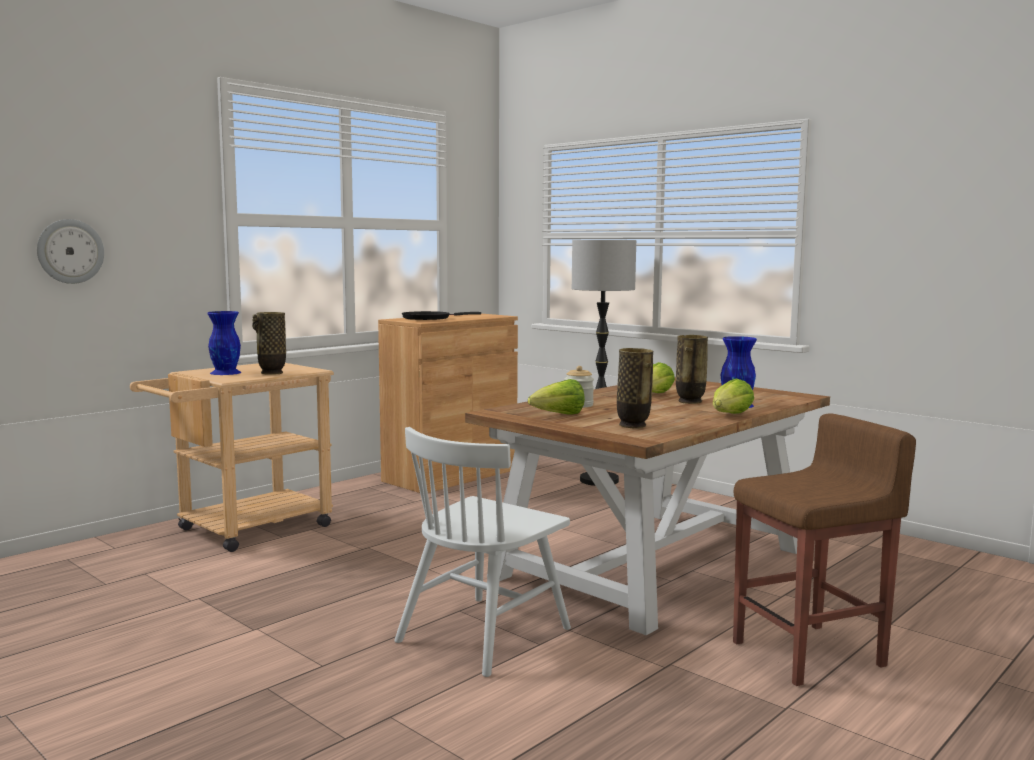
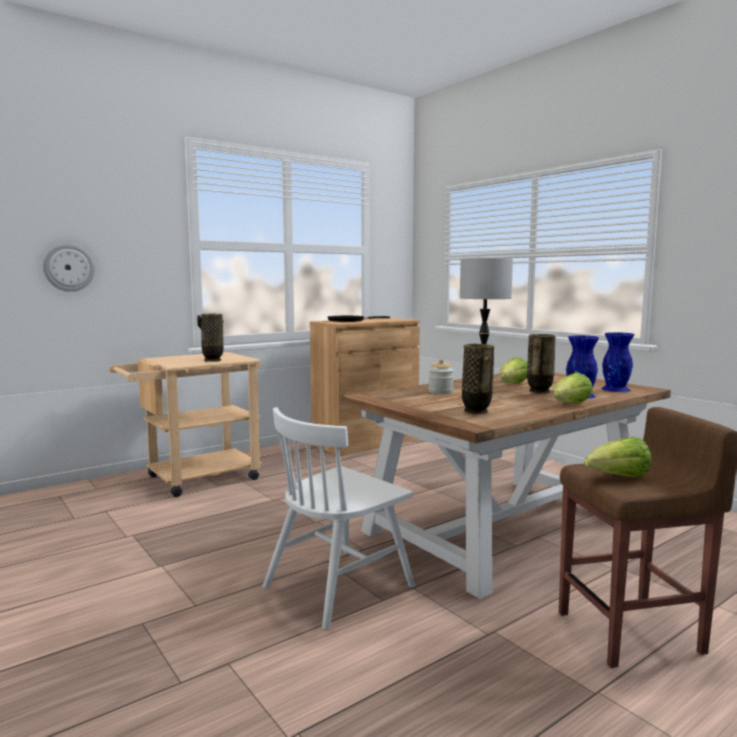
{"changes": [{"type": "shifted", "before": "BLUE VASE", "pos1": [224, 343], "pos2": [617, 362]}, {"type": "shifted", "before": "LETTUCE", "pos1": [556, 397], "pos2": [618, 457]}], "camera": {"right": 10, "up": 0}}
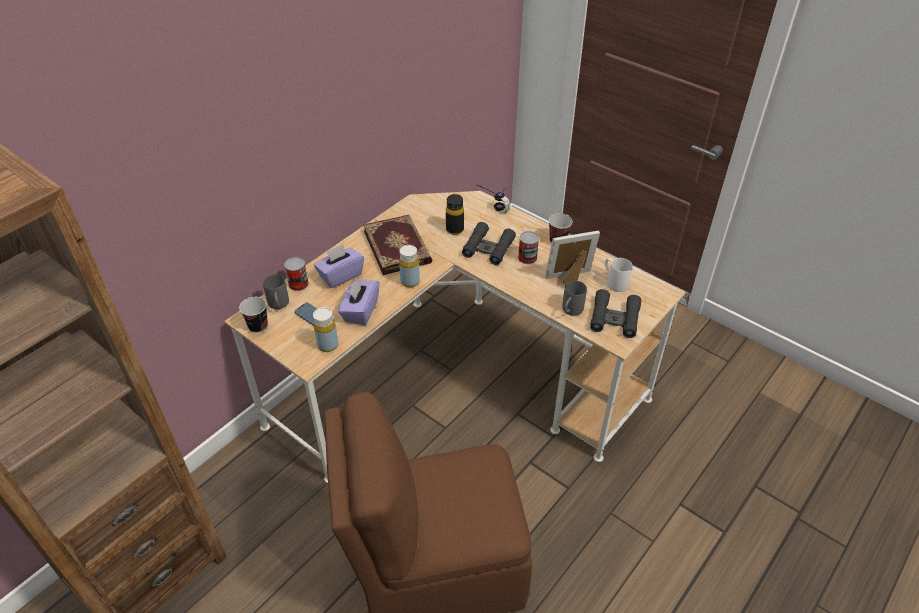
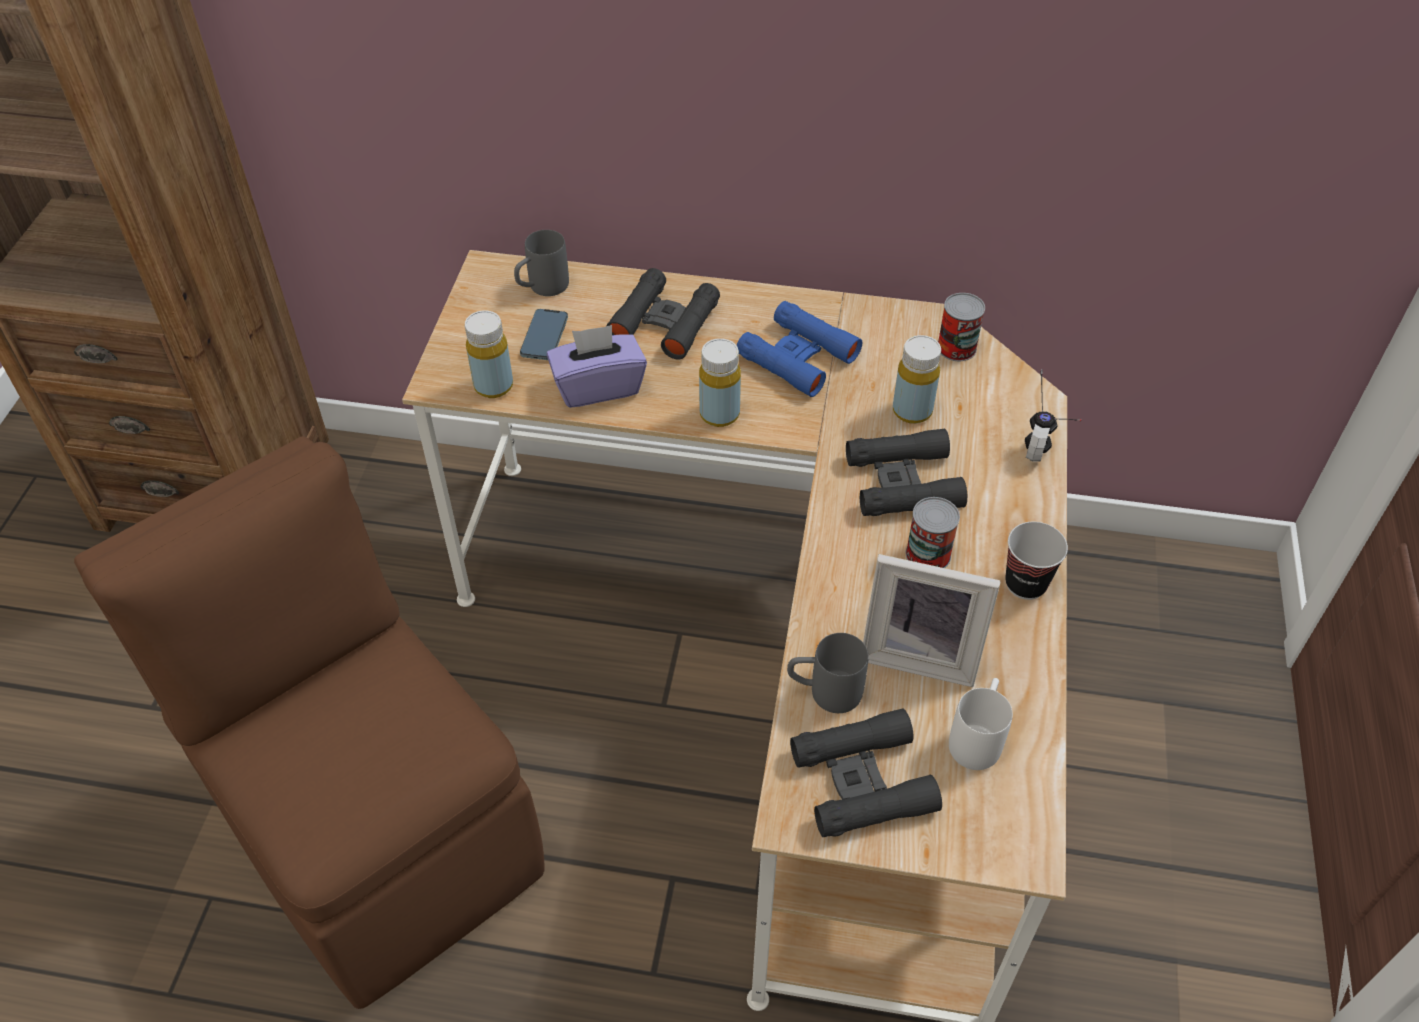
{"changes": [{"type": "gone", "before": "CUP", "pos1": [253, 315]}, {"type": "shifted", "before": "CAN", "pos1": [296, 274], "pos2": [961, 327]}, {"type": "swapped", "before": "PURPLE TISSUE BOX", "after": "BLACK BINOCULARS", "pos1": [339, 266], "pos2": [663, 314]}, {"type": "swapped", "before": "BOOK", "after": "BLUE BINOCULARS", "pos1": [397, 245], "pos2": [800, 349]}, {"type": "repainted", "before": "BLACK BOTTLE", "after": "YELLOW BOTTLE", "pos1": [455, 214], "pos2": [917, 379]}, {"type": "rotated", "before": "PICTURE FRAME", "pos1": [572, 258], "pos2": [932, 620], "turn": 150}], "camera": {"right": 60, "up": 5}}
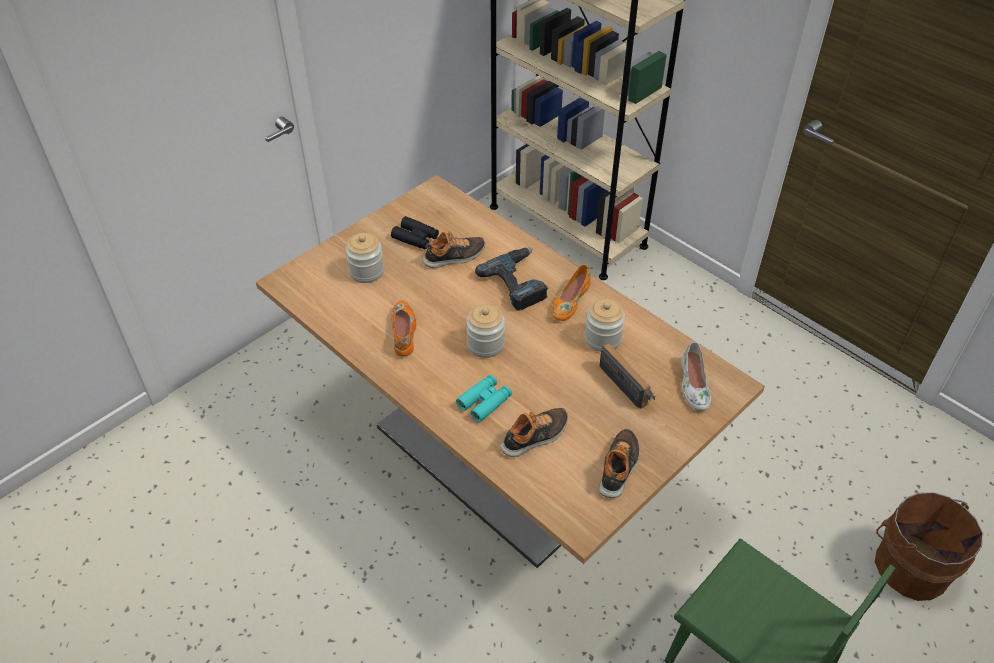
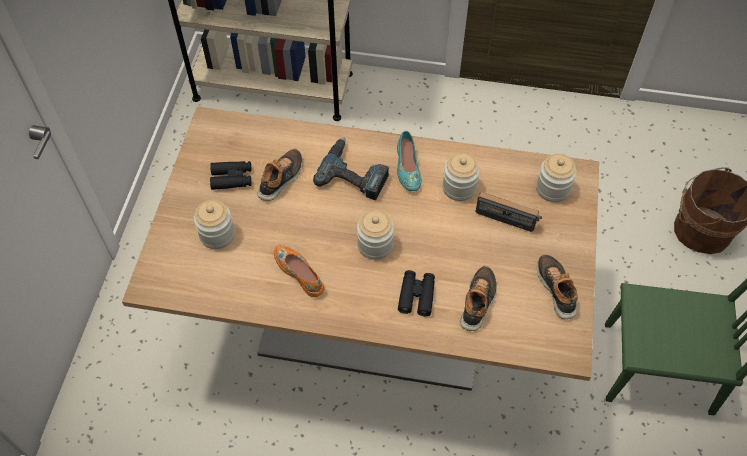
{"changes": [{"type": "repainted", "before": "TURQUOISE BINOCULARS", "after": "BLACK BINOCULARS", "pos1": [484, 398], "pos2": [416, 293]}, {"type": "repainted", "before": "ORANGE SHOE", "after": "TURQUOISE SHOE", "pos1": [571, 292], "pos2": [409, 161]}, {"type": "swapped", "before": "WHITE SHOE", "after": "JAR", "pos1": [696, 376], "pos2": [556, 178]}], "camera": {"right": -35, "up": 10}}
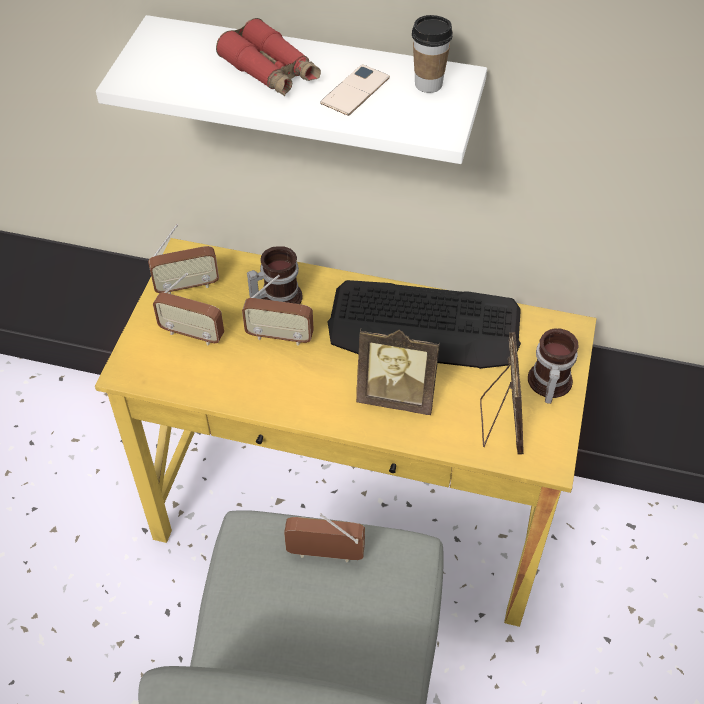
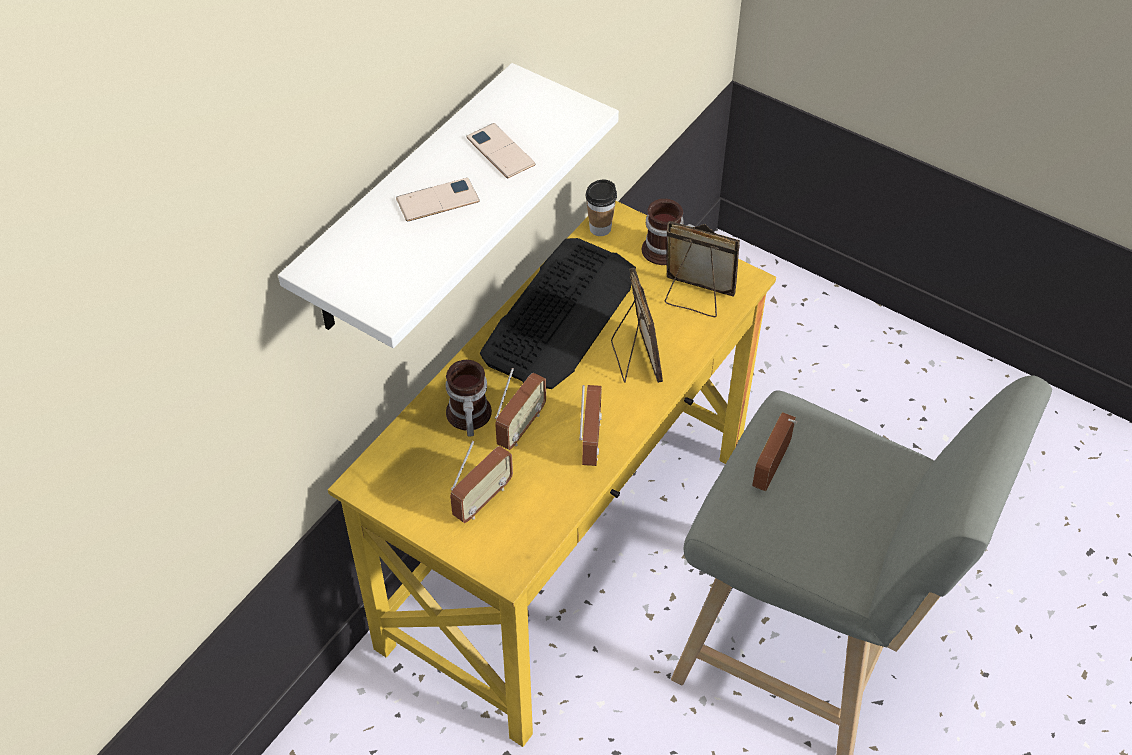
{"changes": [{"type": "shifted", "before": "RADIO", "pos1": [183, 259], "pos2": [590, 425]}, {"type": "swapped", "before": "RED BINOCULARS", "after": "PHONE", "pos1": [268, 57], "pos2": [438, 199]}, {"type": "rotated", "before": "PICTURE FRAME", "pos1": [398, 372], "pos2": [637, 325], "turn": -45}, {"type": "shifted", "before": "CUP", "pos1": [432, 54], "pos2": [601, 208]}], "camera": {"right": -70, "up": 0}}
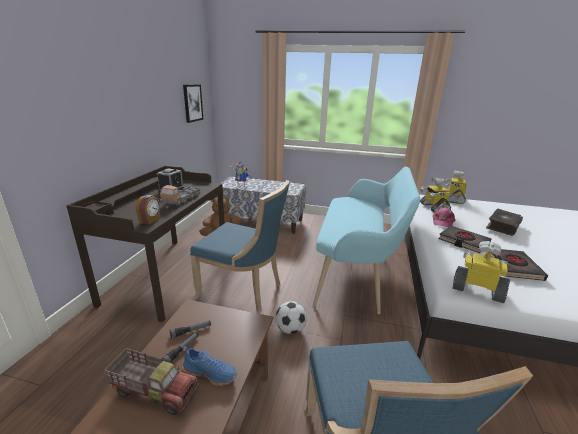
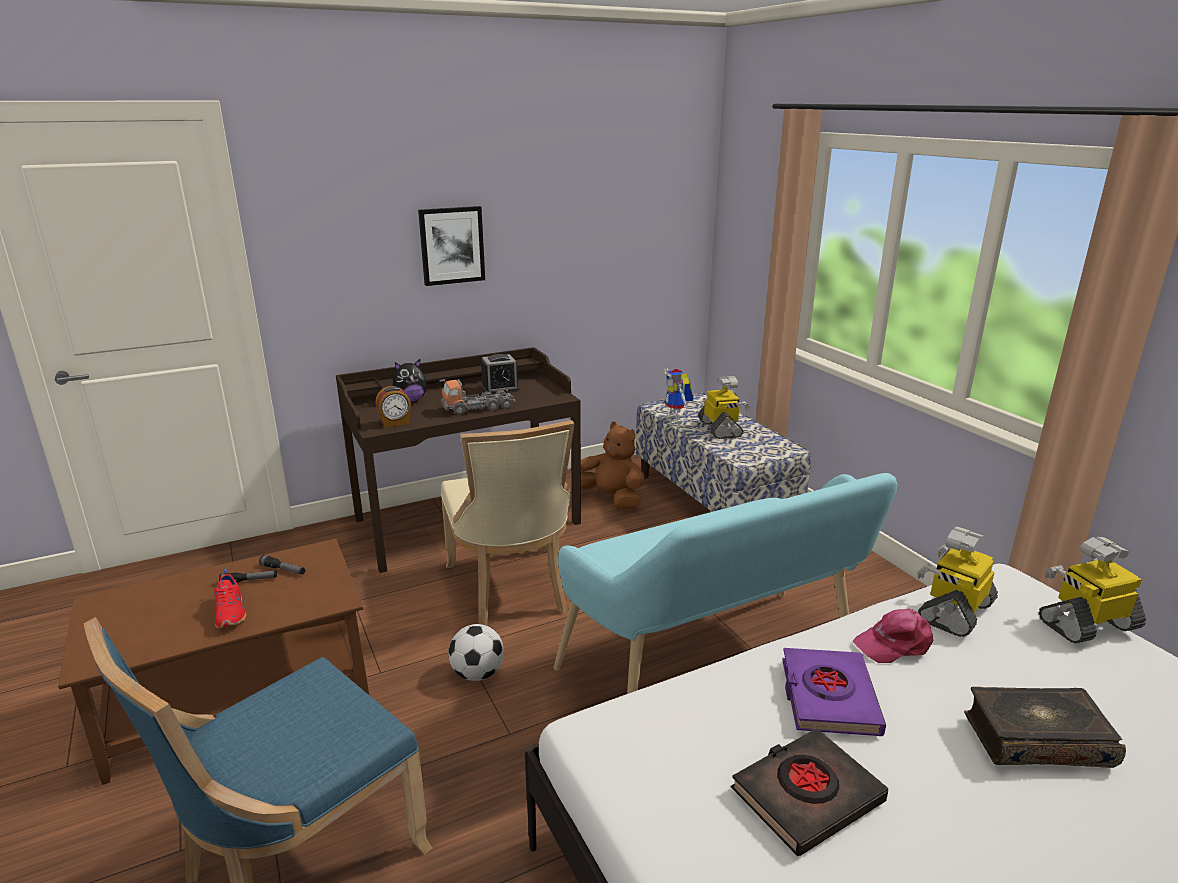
{"changes": [{"type": "gone", "before": "TOY TRUCK", "pos1": [151, 381]}, {"type": "repainted", "before": "BLUE SHOE", "after": "RED SHOE", "pos1": [209, 366], "pos2": [230, 599]}, {"type": "shifted", "before": "PICTURE", "pos1": [193, 103], "pos2": [451, 246]}, {"type": "repainted", "before": "BLUE CHAIR", "after": "BEIGE CHAIR", "pos1": [240, 246], "pos2": [507, 523]}, {"type": "repainted", "before": "BLACK BOOK", "after": "PURPLE BOOK", "pos1": [465, 239], "pos2": [834, 692]}, {"type": "shifted", "before": "TOY ROBOT", "pos1": [481, 272], "pos2": [724, 407]}, {"type": "new", "after": "PLUSH TOY", "pos2": [410, 380]}], "camera": {"right": 50, "up": 0}}
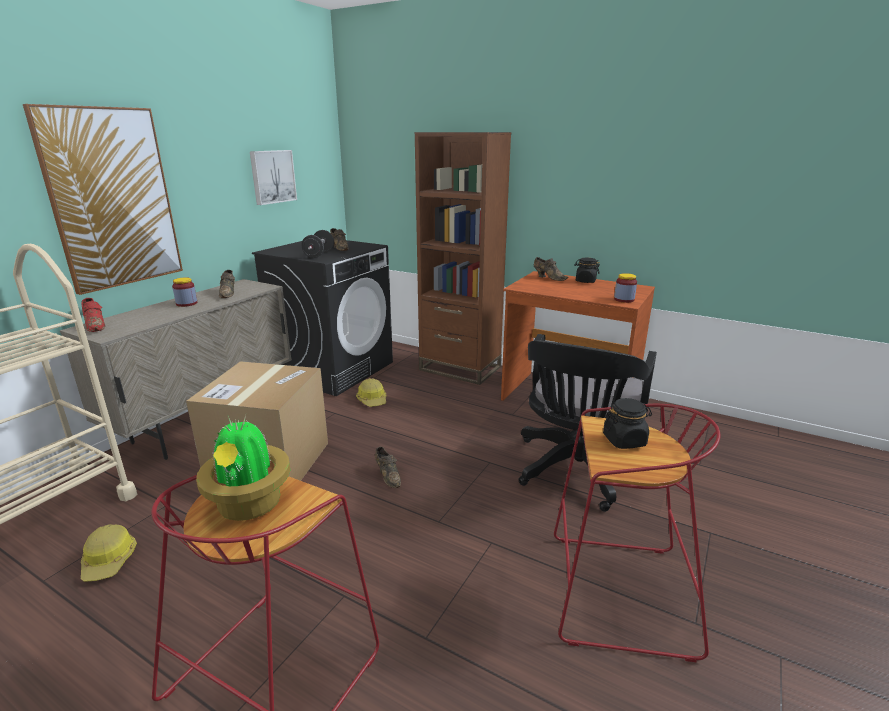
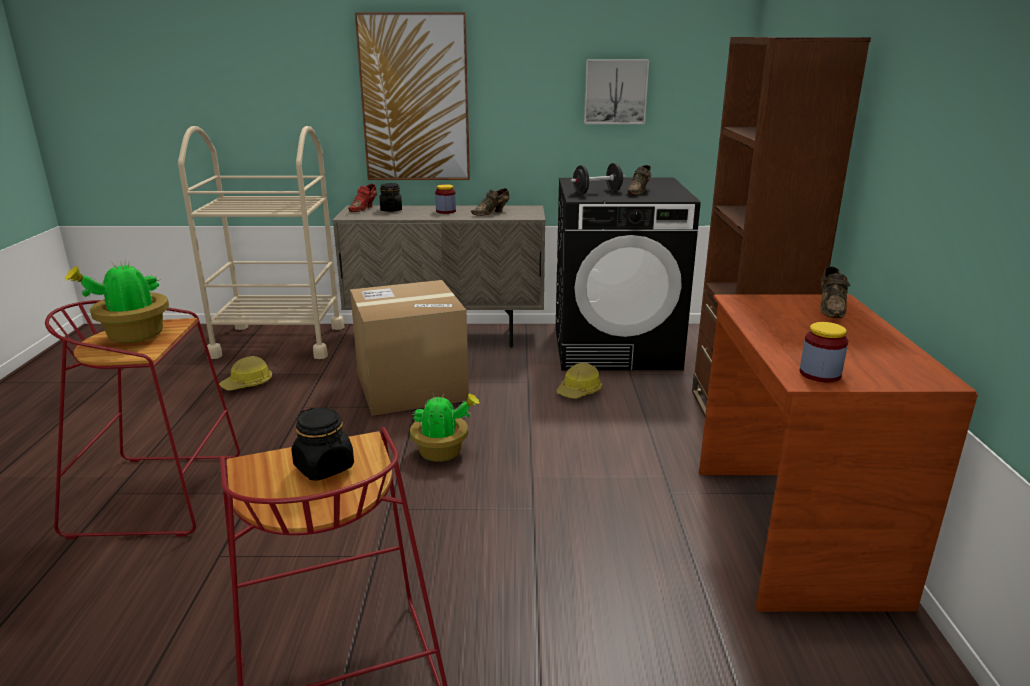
{"changes": [{"type": "swapped", "before": "BROWN SHOE", "after": "POTTED PLANT", "pos1": [388, 467], "pos2": [444, 427]}, {"type": "gone", "before": "BLACK OFFICE CHAIR", "pos1": [588, 423]}, {"type": "shifted", "before": "BLACK JAR", "pos1": [587, 270], "pos2": [391, 197]}], "camera": {"right": 60, "up": 0}}
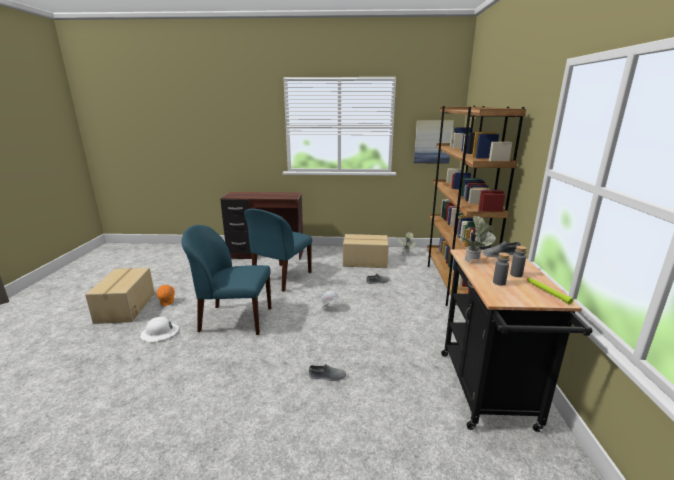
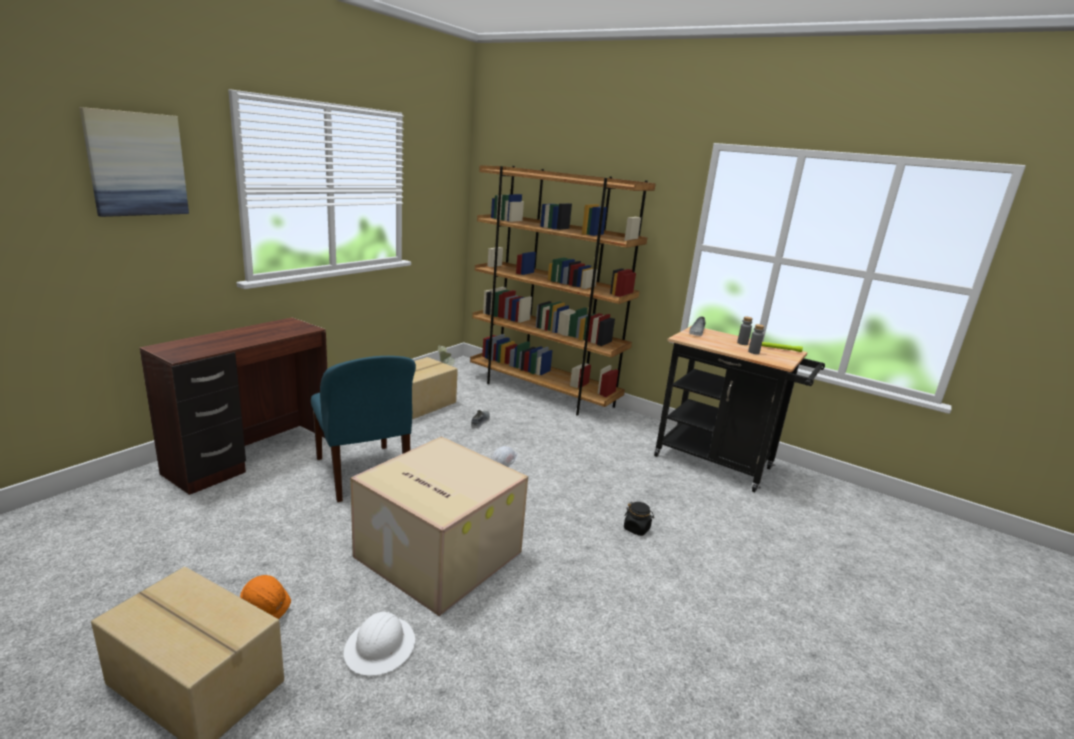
{"changes": [{"type": "swapped", "before": "BLUE CHAIR", "after": "CARDBOARD BOX", "pos1": [226, 280], "pos2": [439, 526]}, {"type": "swapped", "before": "GREY SHOE", "after": "BLACK JAR", "pos1": [327, 372], "pos2": [639, 519]}, {"type": "shifted", "before": "PICTURE", "pos1": [434, 142], "pos2": [134, 162]}, {"type": "gone", "before": "POTTED PLANT", "pos1": [477, 238]}], "camera": {"right": -60, "up": 0}}
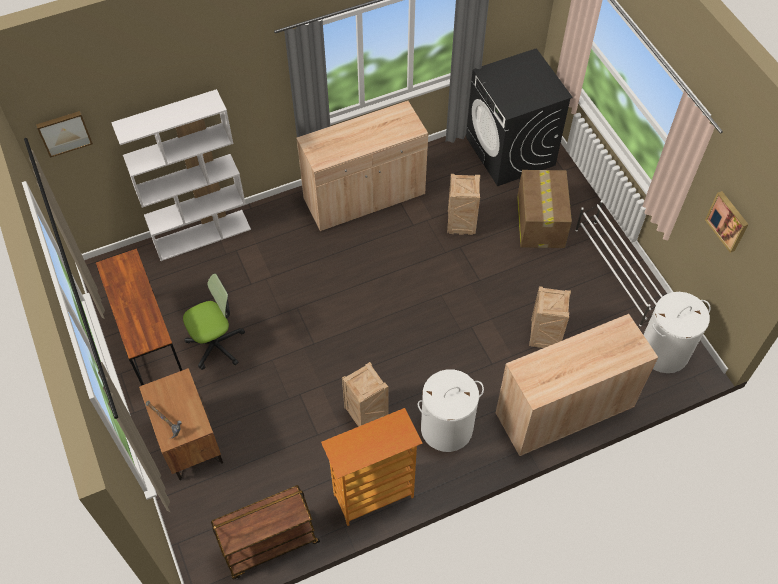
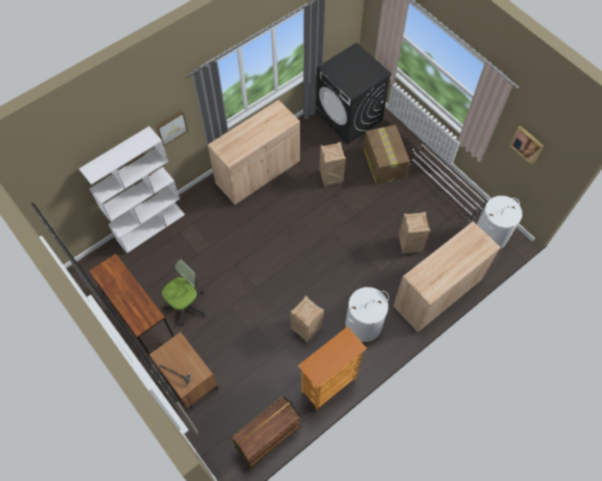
{"changes": [{"type": "shifted", "before": "PICTURE", "pos1": [64, 134], "pos2": [172, 128]}], "camera": {"right": -15, "up": 5}}
